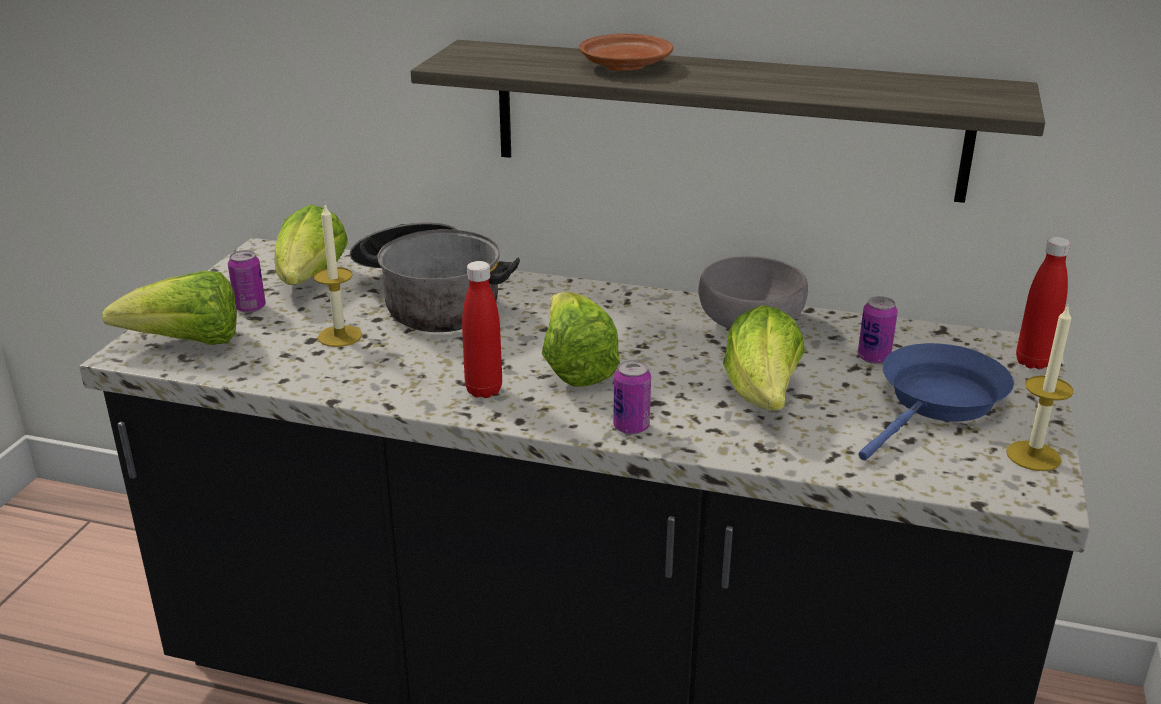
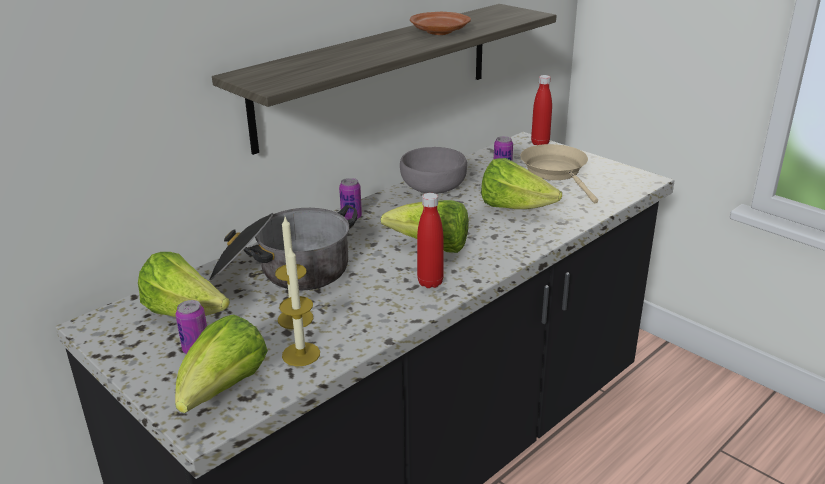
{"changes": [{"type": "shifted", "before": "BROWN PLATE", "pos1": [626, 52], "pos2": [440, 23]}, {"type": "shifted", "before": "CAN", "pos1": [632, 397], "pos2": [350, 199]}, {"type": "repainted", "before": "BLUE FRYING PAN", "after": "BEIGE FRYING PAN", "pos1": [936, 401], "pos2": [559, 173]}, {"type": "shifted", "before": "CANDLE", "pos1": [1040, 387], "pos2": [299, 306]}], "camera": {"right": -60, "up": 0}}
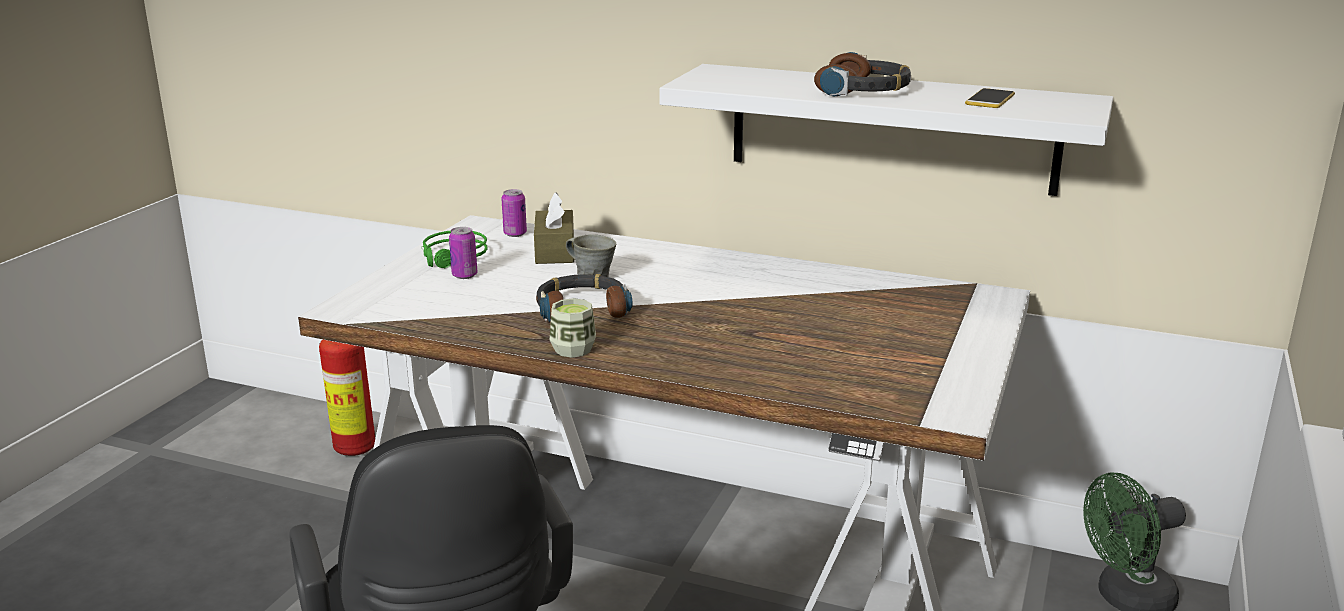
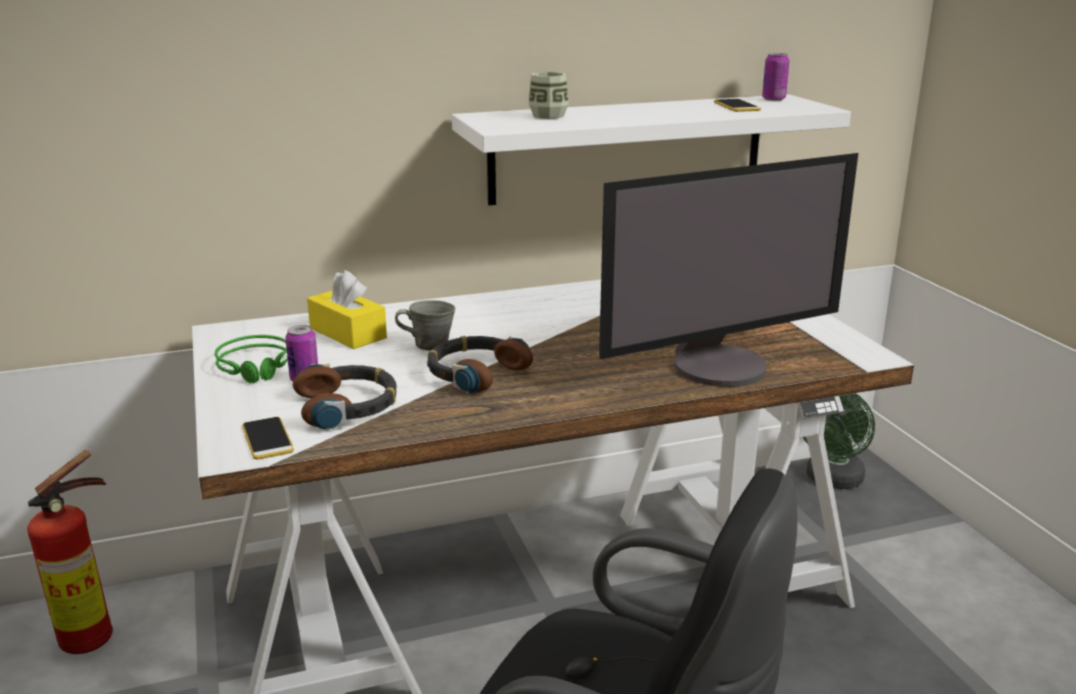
{"changes": [{"type": "shifted", "before": "CAN", "pos1": [514, 213], "pos2": [775, 77]}, {"type": "repainted", "before": "BROWN TISSUE BOX", "after": "YELLOW TISSUE BOX", "pos1": [554, 228], "pos2": [347, 309]}, {"type": "shifted", "before": "CUP", "pos1": [573, 328], "pos2": [548, 95]}, {"type": "shifted", "before": "HEADPHONES", "pos1": [862, 74], "pos2": [345, 396]}, {"type": "new", "after": "PHONE", "pos2": [268, 438]}, {"type": "new", "after": "MONITOR", "pos2": [728, 270]}], "camera": {"right": -40, "up": 0}}
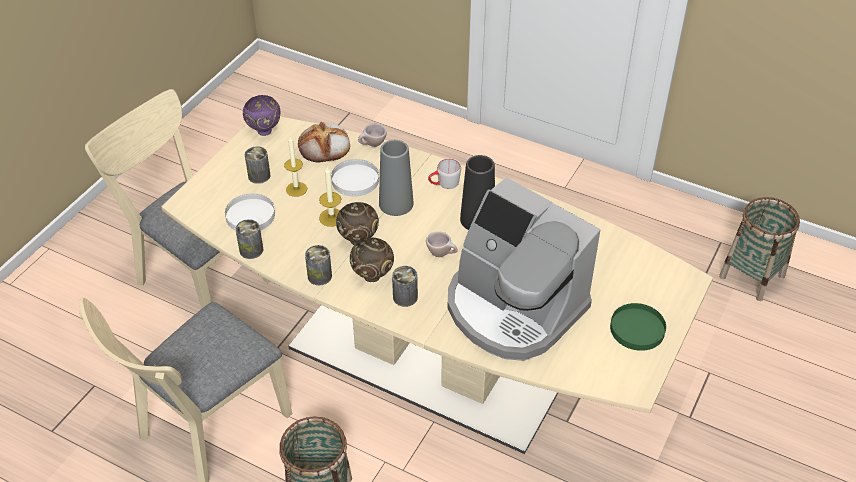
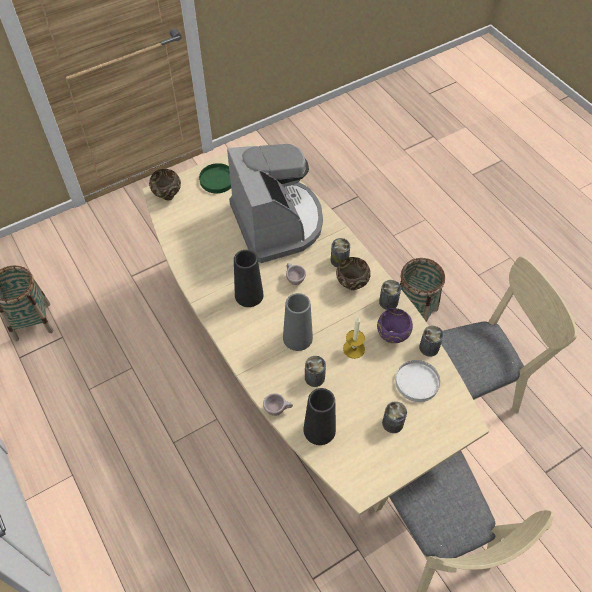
{"changes": [{"type": "shifted", "before": "PURPLE BOWL", "pos1": [261, 115], "pos2": [395, 325]}, {"type": "gone", "before": "CANDLE", "pos1": [295, 167]}, {"type": "swapped", "before": "BREAD", "after": "BLACK VASE", "pos1": [324, 142], "pos2": [319, 416]}, {"type": "swapped", "before": "WHITE PLATE", "after": "CAN", "pos1": [355, 177], "pos2": [315, 371]}, {"type": "shifted", "before": "BROWN BOWL", "pos1": [357, 223], "pos2": [165, 185]}, {"type": "gone", "before": "GREY MUG", "pos1": [444, 173]}], "camera": {"right": -150, "up": 10}}
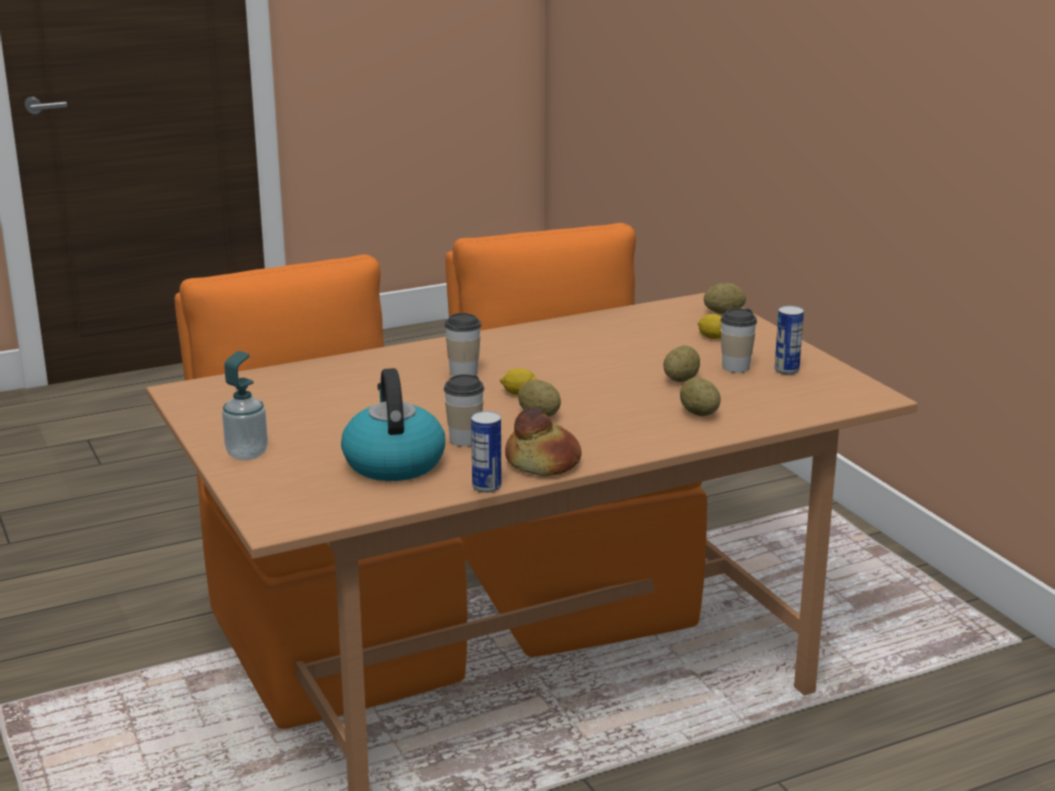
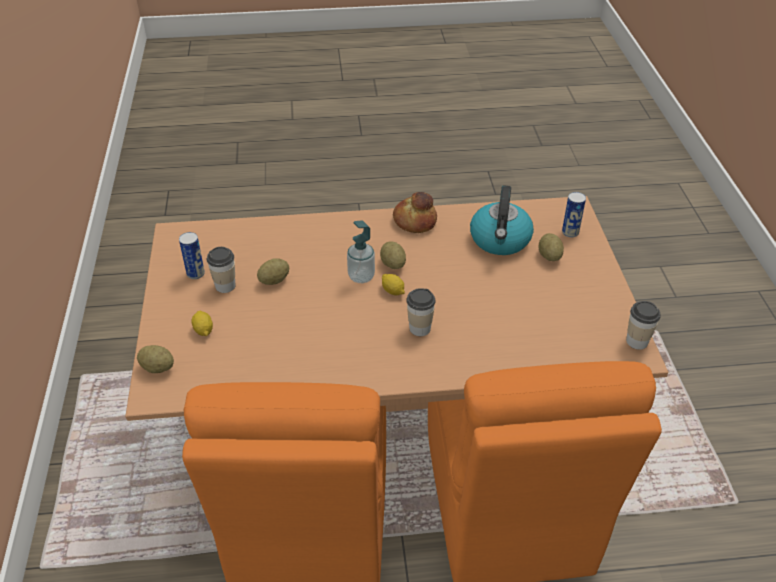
{"changes": [{"type": "shifted", "before": "SOAP DISPENSER", "pos1": [245, 405], "pos2": [361, 251]}, {"type": "shifted", "before": "CUP", "pos1": [464, 410], "pos2": [643, 325]}, {"type": "shifted", "before": "CAN", "pos1": [486, 452], "pos2": [574, 214]}, {"type": "shifted", "before": "POTATO", "pos1": [700, 396], "pos2": [551, 247]}], "camera": {"right": -160, "up": 20}}
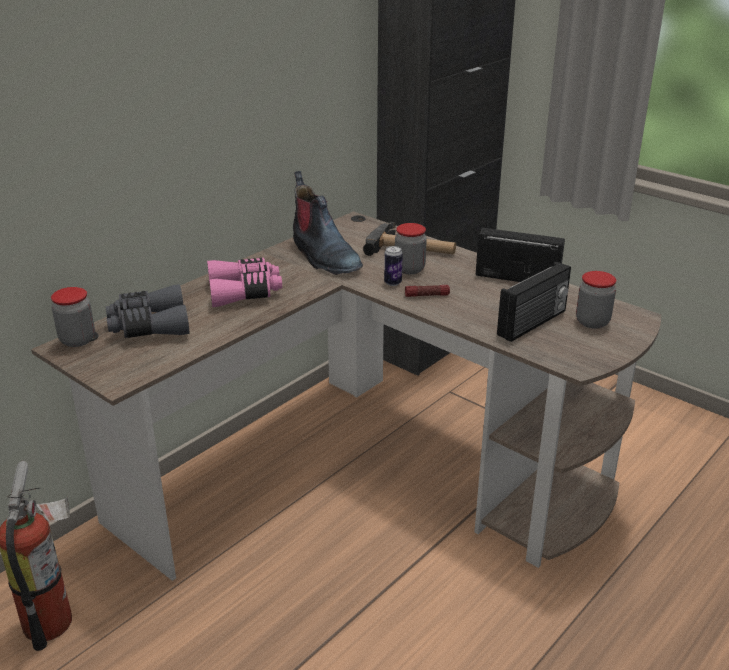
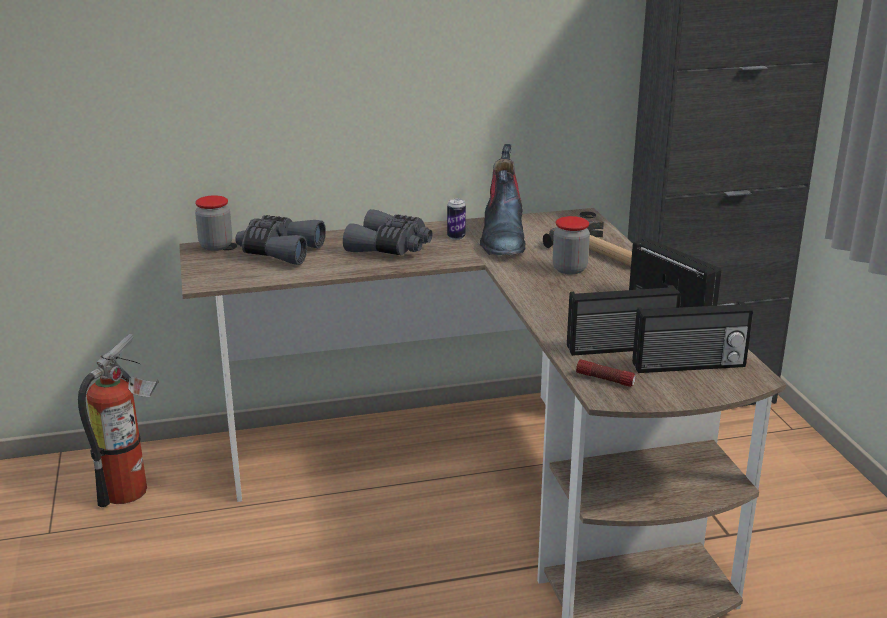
{"changes": [{"type": "repainted", "before": "PINK BINOCULARS", "after": "GREY BINOCULARS", "pos1": [244, 282], "pos2": [388, 232]}, {"type": "shifted", "before": "CAN", "pos1": [393, 266], "pos2": [456, 219]}, {"type": "shifted", "before": "FLASHLIGHT", "pos1": [427, 291], "pos2": [606, 373]}, {"type": "swapped", "before": "JAR", "after": "RADIO", "pos1": [596, 300], "pos2": [692, 337]}], "camera": {"right": 35, "up": -5}}
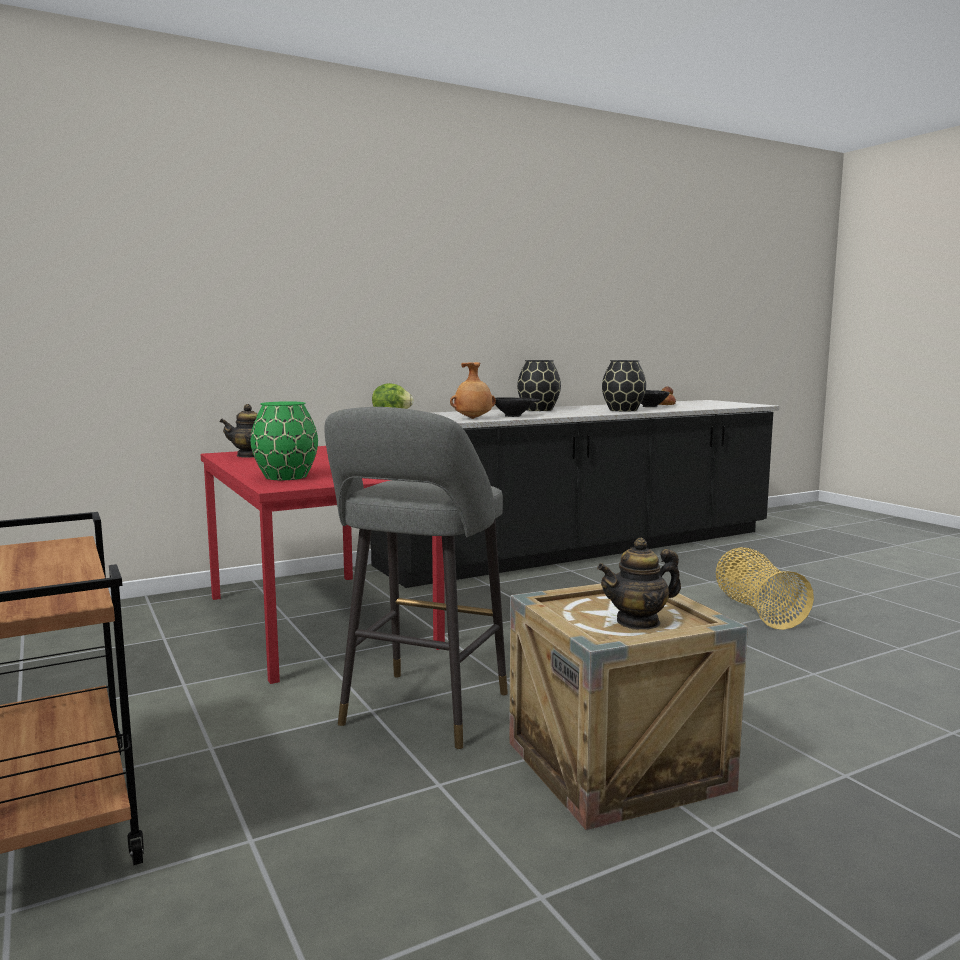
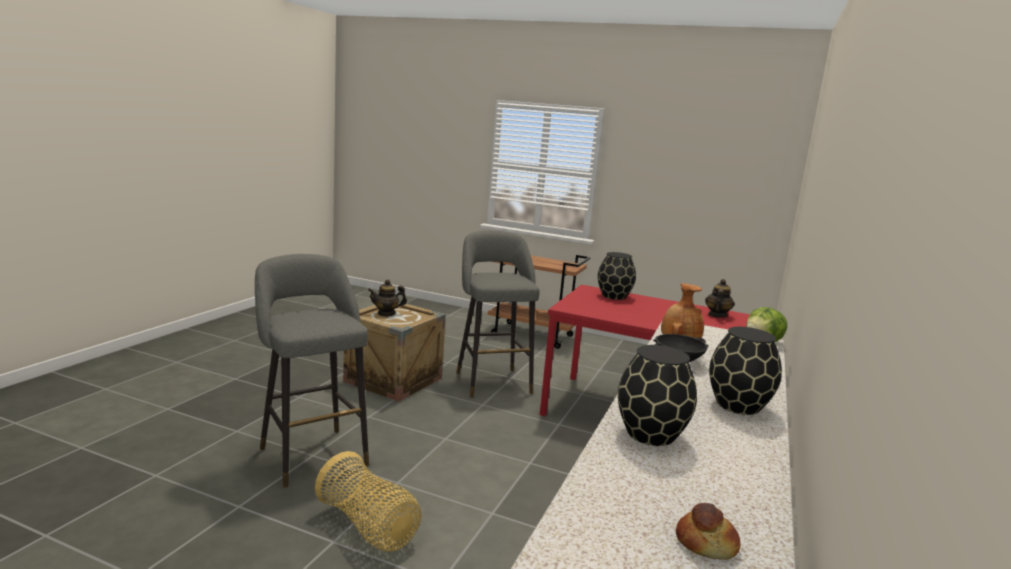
{"changes": [{"type": "repainted", "before": "GREEN VASE", "after": "BLACK VASE", "pos1": [284, 440], "pos2": [617, 276]}, {"type": "rotated", "before": "TEAPOT", "pos1": [639, 583], "pos2": [387, 298], "turn": -135}, {"type": "gone", "before": "BLACK BOWL", "pos1": [655, 398]}, {"type": "new", "after": "GREY STOOL", "pos2": [312, 371]}], "camera": {"right": 140, "up": 5}}
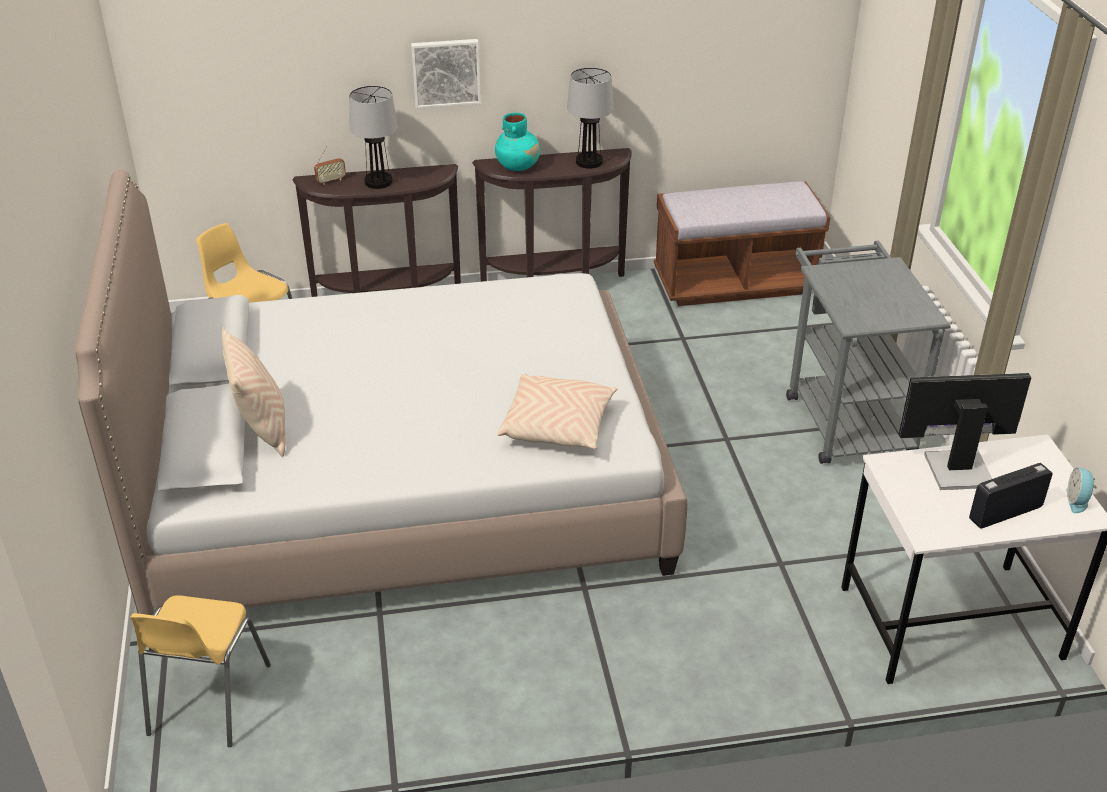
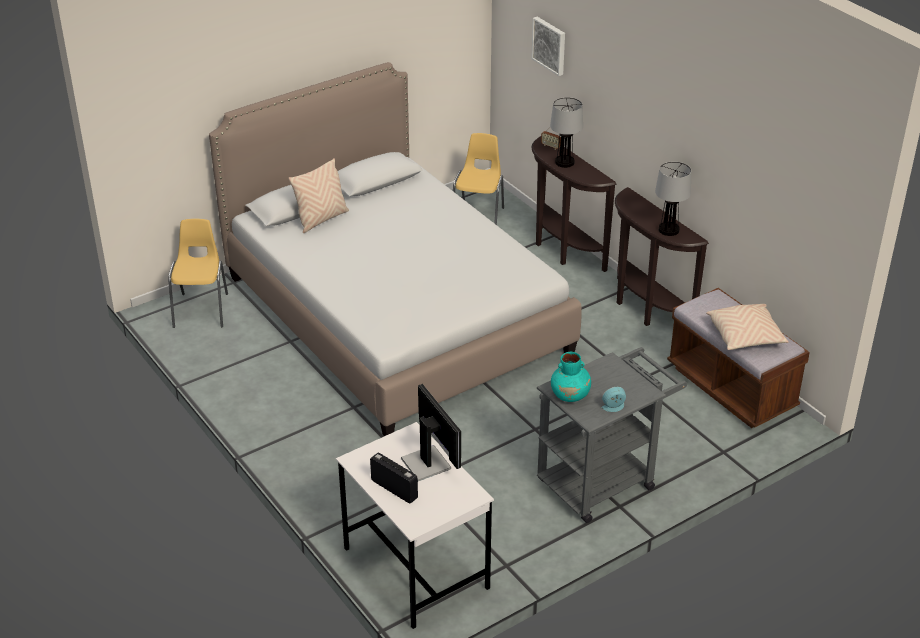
{"changes": [{"type": "rotated", "before": "YELLOW CHAIR", "pos1": [200, 671], "pos2": [198, 273], "turn": 105}, {"type": "shifted", "before": "PICTURE", "pos1": [446, 74], "pos2": [548, 46]}, {"type": "shifted", "before": "TURQUOISE VASE", "pos1": [517, 142], "pos2": [571, 377]}, {"type": "shifted", "before": "BEIGE PILLOW", "pos1": [557, 411], "pos2": [747, 327]}, {"type": "shifted", "before": "ALARM CLOCK", "pos1": [1081, 490], "pos2": [613, 399]}], "camera": {"right": 65, "up": 0}}
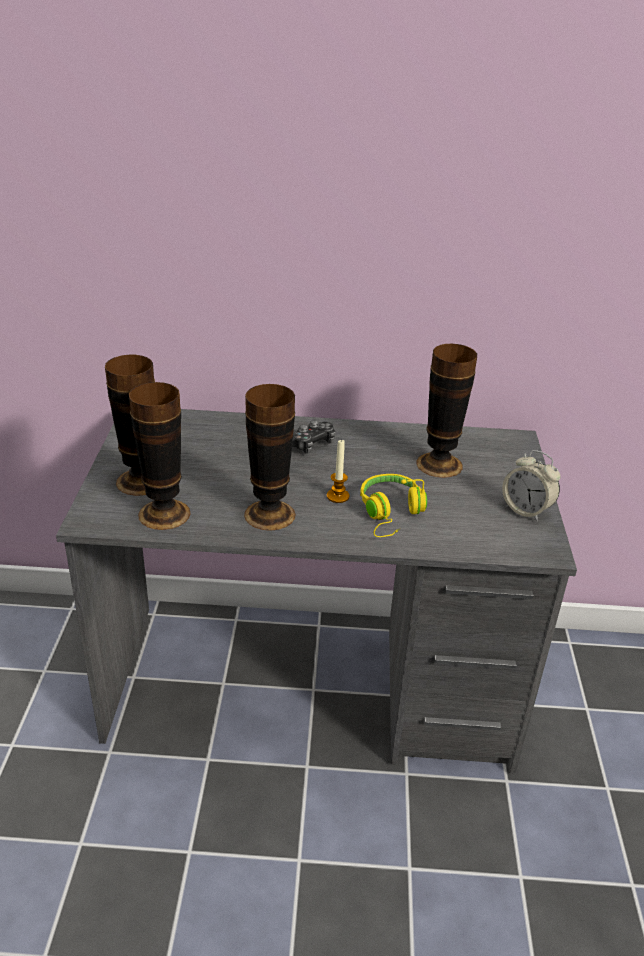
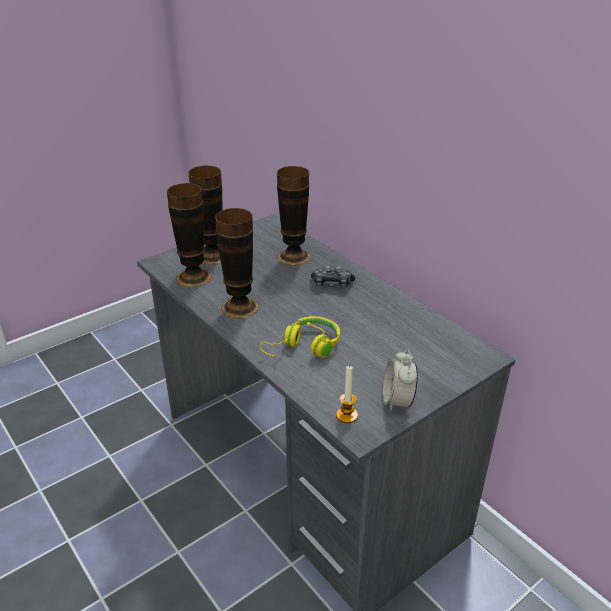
{"changes": [{"type": "shifted", "before": "CANDLE", "pos1": [338, 471], "pos2": [347, 394]}, {"type": "shifted", "before": "VASE", "pos1": [446, 411], "pos2": [294, 215]}], "camera": {"right": 50, "up": 0}}
